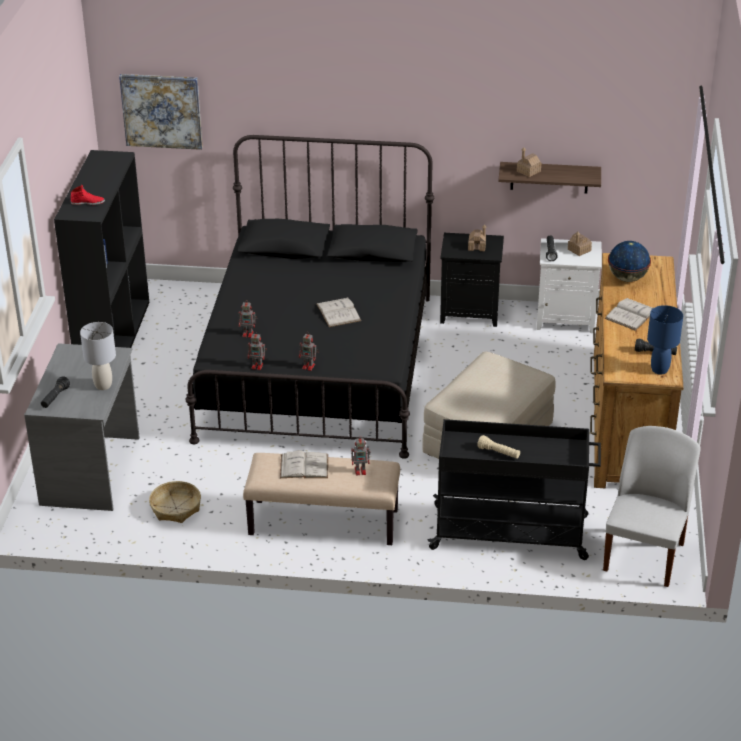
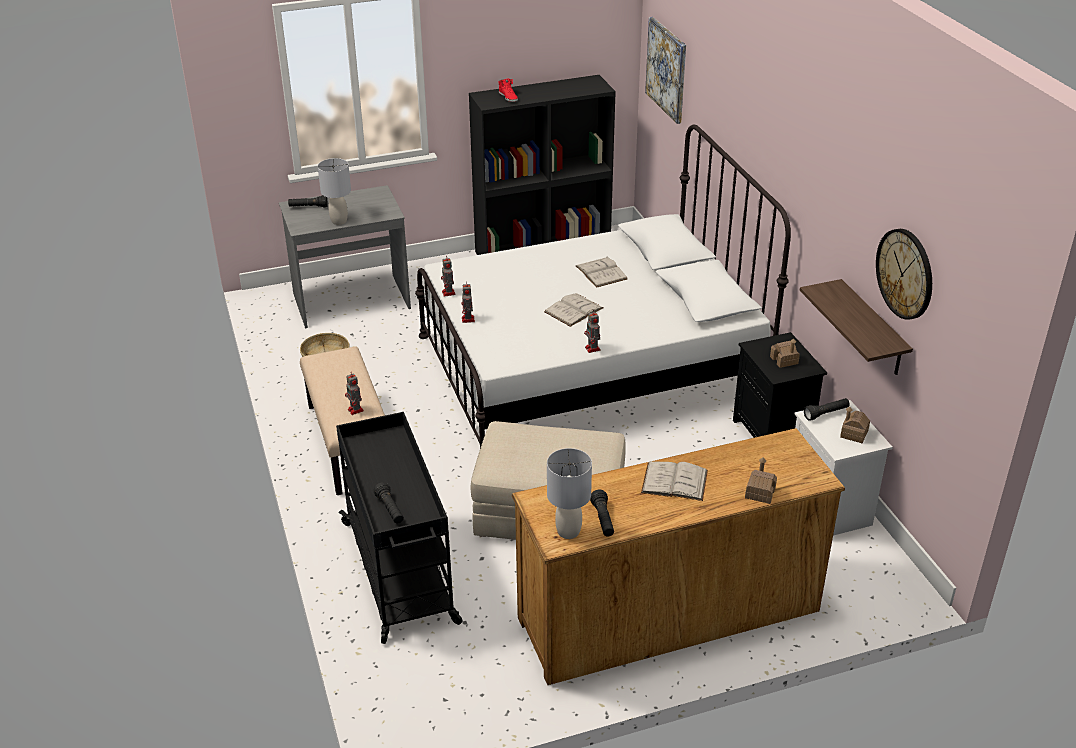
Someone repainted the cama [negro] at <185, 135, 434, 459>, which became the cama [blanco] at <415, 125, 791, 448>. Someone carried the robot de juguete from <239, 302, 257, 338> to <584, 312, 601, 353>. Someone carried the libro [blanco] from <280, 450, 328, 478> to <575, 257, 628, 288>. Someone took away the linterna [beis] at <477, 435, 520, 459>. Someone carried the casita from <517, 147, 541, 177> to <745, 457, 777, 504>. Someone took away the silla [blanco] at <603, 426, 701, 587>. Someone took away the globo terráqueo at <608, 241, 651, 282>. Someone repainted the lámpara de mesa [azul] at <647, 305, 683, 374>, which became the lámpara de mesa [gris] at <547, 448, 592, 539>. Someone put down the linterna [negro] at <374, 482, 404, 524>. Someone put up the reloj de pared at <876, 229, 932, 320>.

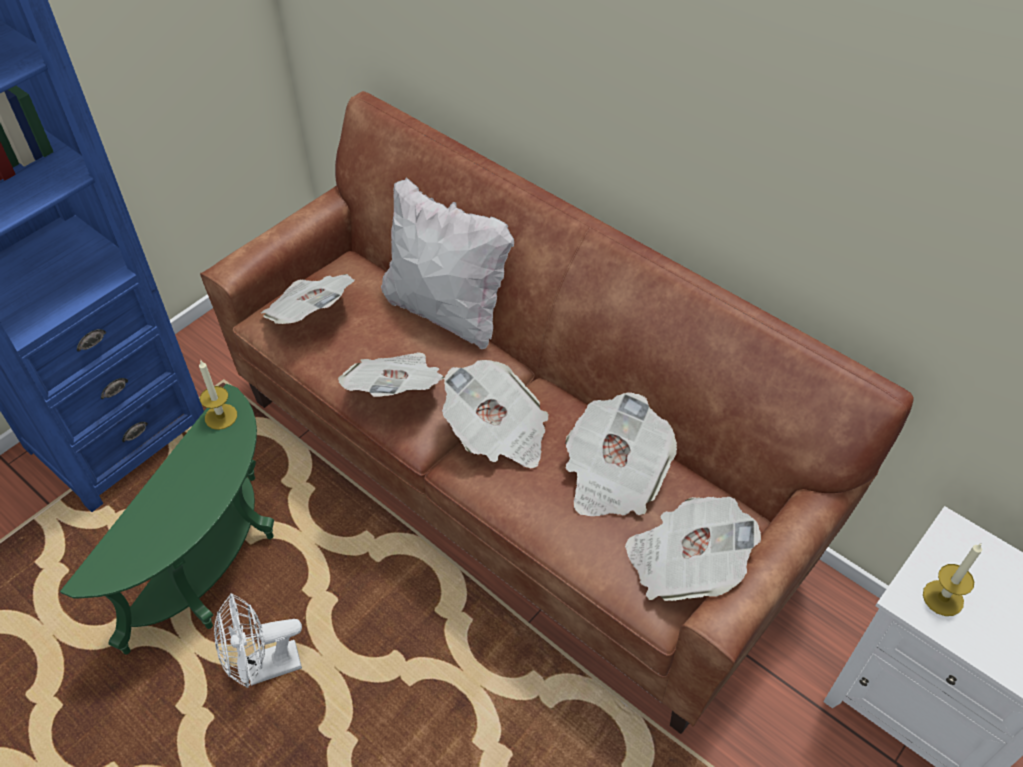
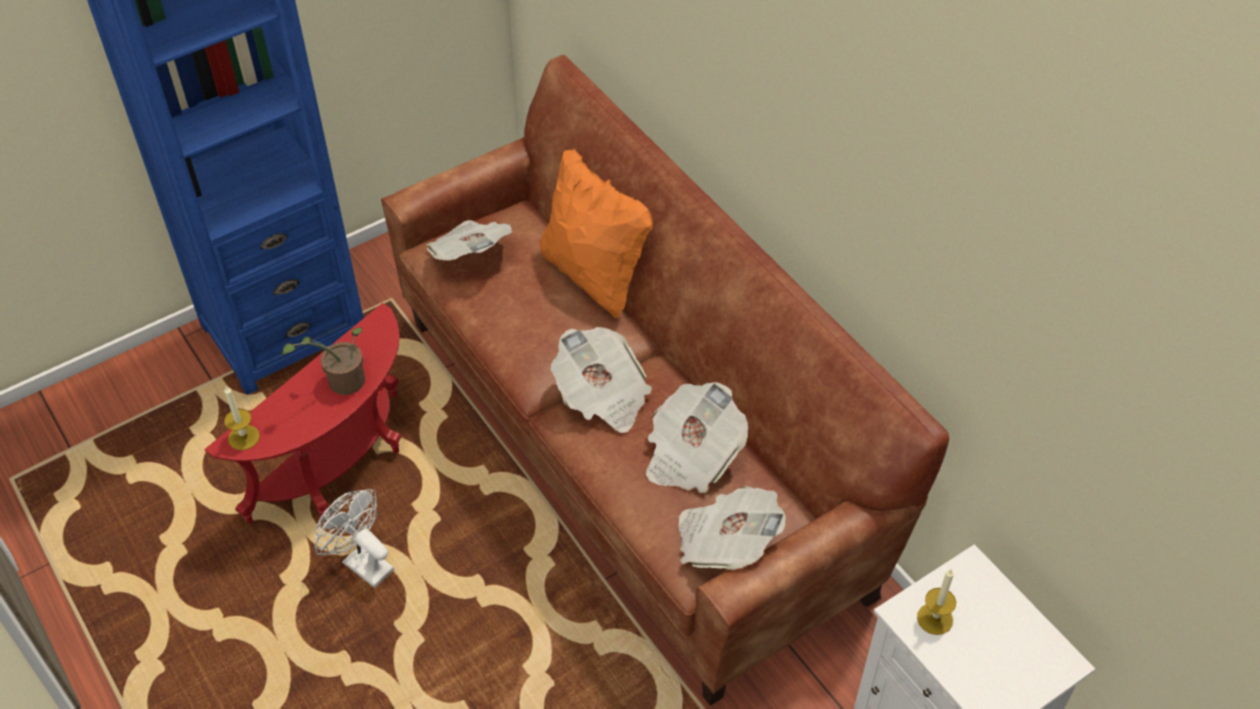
Someone repainted the mesa auxiliar [verde] at <60, 384, 274, 654>, which became the mesa auxiliar [rojo] at <204, 303, 401, 524>. Someone carried the vela from <199, 361, 237, 430> to <224, 386, 260, 450>. Someone rotated the ventilador [blanco] at <214, 593, 302, 688> by 45 degrees clockwise. Someone took away the periódico at <338, 352, 444, 397>. Someone repainted the cojín [blanco] at <381, 178, 514, 349>, which became the cojín [naranja] at <539, 148, 653, 318>. Someone put down the planta en maceta at <282, 327, 365, 395>.

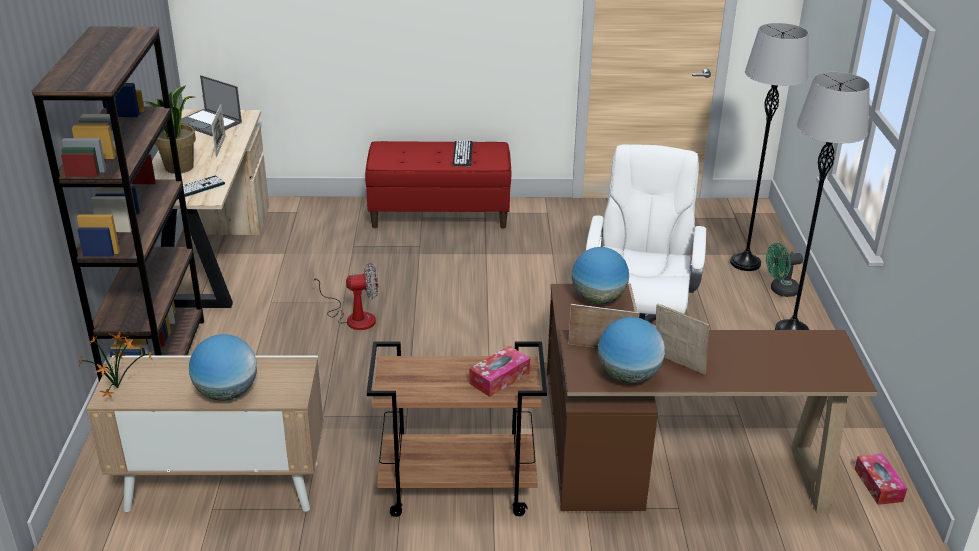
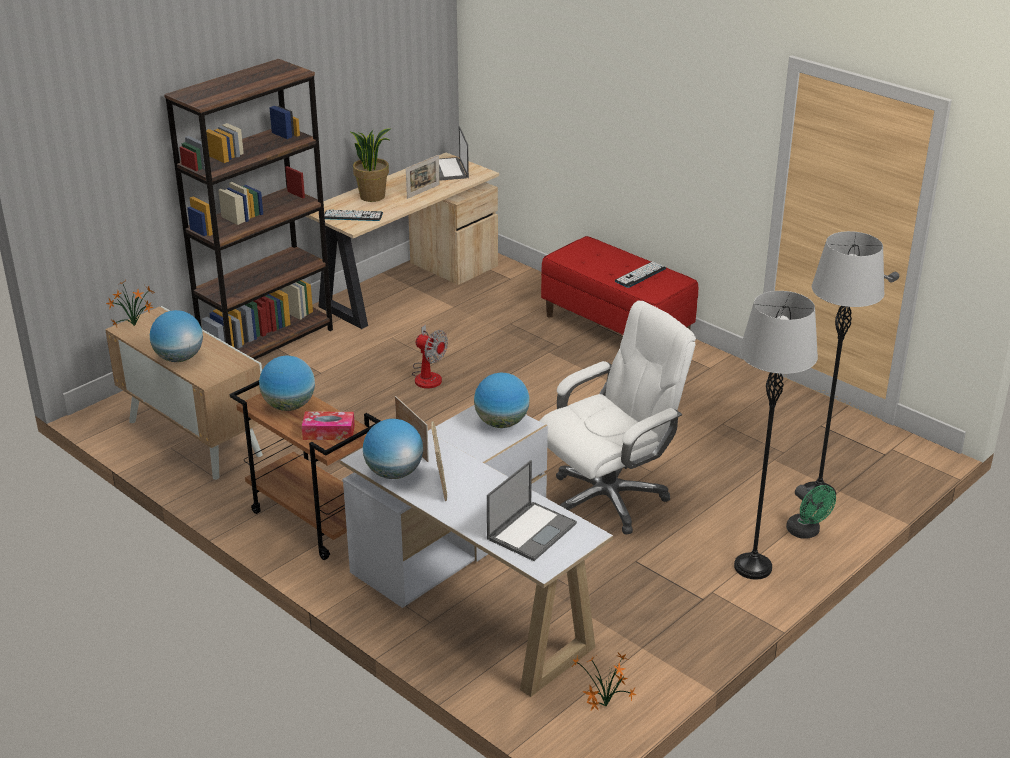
Someone repainted the escritorio [marrón] at <547, 283, 877, 513>, which became the escritorio [blanco] at <340, 405, 613, 697>. Someone rotated the ventilador [verde] at <766, 243, 803, 297> by 150 degrees counterclockwise. Someone swapped the caja de pañuelos at <855, 453, 907, 505> for the planta en maceta at <572, 653, 636, 711>. Someone put down the globo terráqueo at <259, 356, 315, 411>. Someone put down the portátil at <487, 460, 577, 561>.

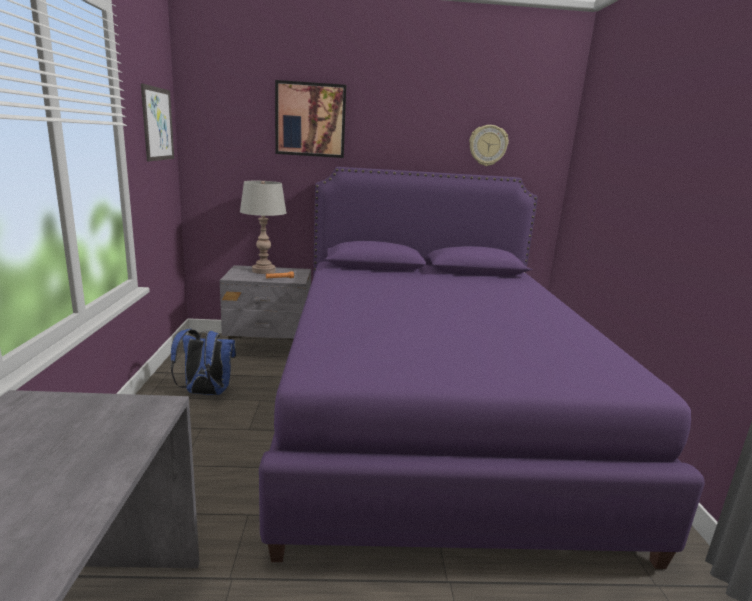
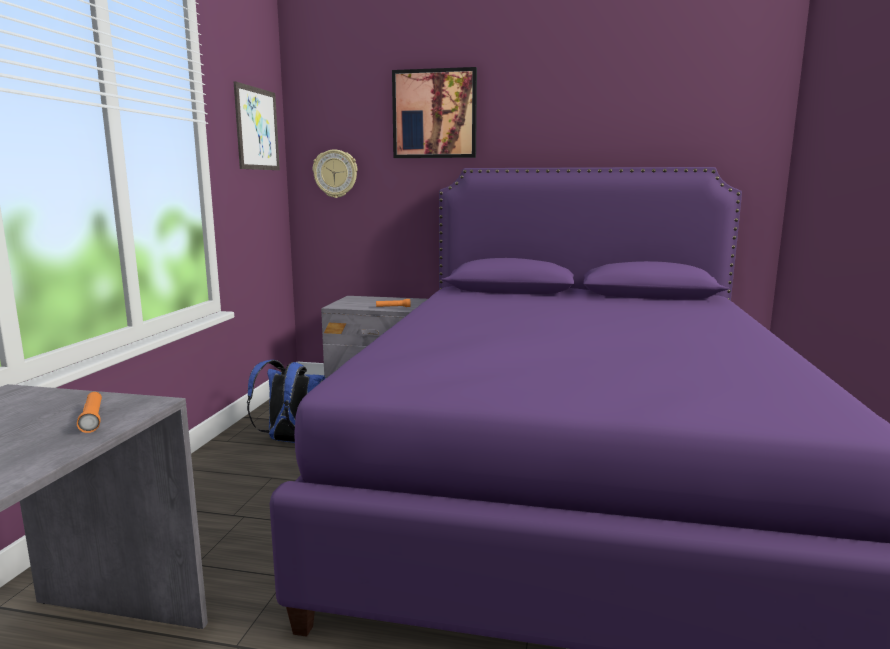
Someone took away the lámpara de mesa [gris] at <240, 181, 287, 274>. Someone carried the reloj de pared from <469, 125, 509, 166> to <313, 149, 357, 198>. Someone put down the linterna [naranja] at <77, 392, 102, 433>.

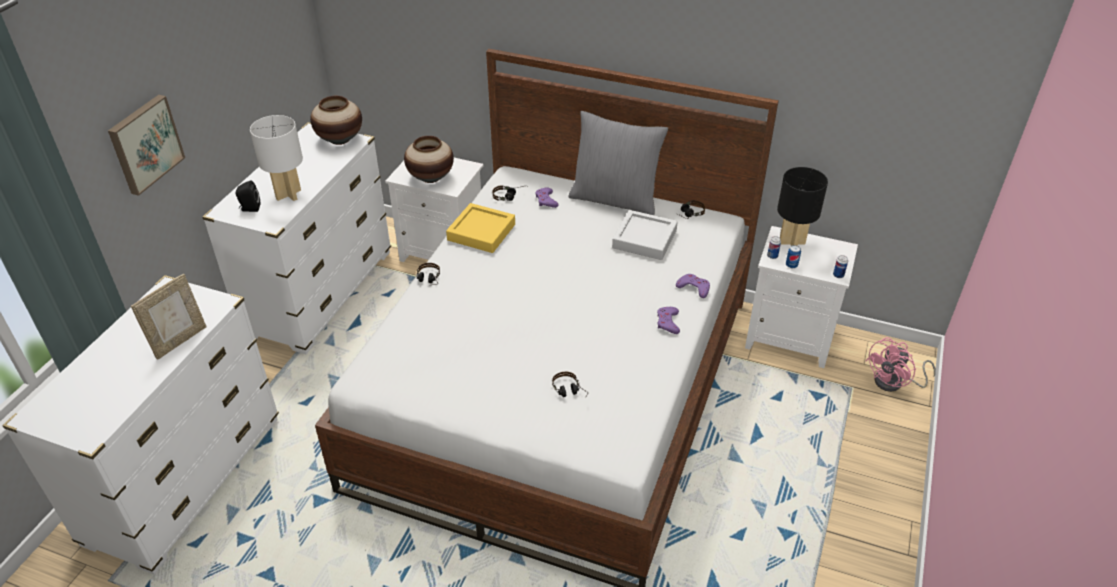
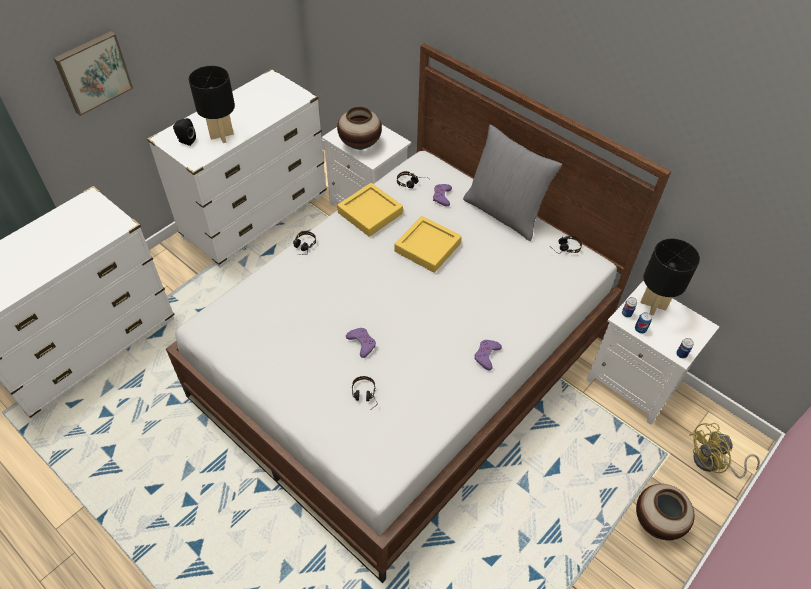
Someone took away the portarretratos at <131, 274, 207, 360>. Someone repainted the lámpara de mesa [blanco] at <250, 115, 303, 201>, which became the lámpara de mesa [negro] at <189, 66, 235, 143>. Someone carried the florero from <310, 96, 362, 145> to <636, 484, 694, 540>. Someone took away the bandeja [gris] at <612, 210, 678, 260>. Someone carried the mando de consola [morado] from <676, 274, 710, 298> to <346, 328, 376, 358>. Someone repainted the ventilador [rosa] at <865, 337, 936, 392>, which became the ventilador [amarillo] at <689, 423, 760, 478>. Someone put down the bandeja [amarillo] at <394, 216, 462, 273>.

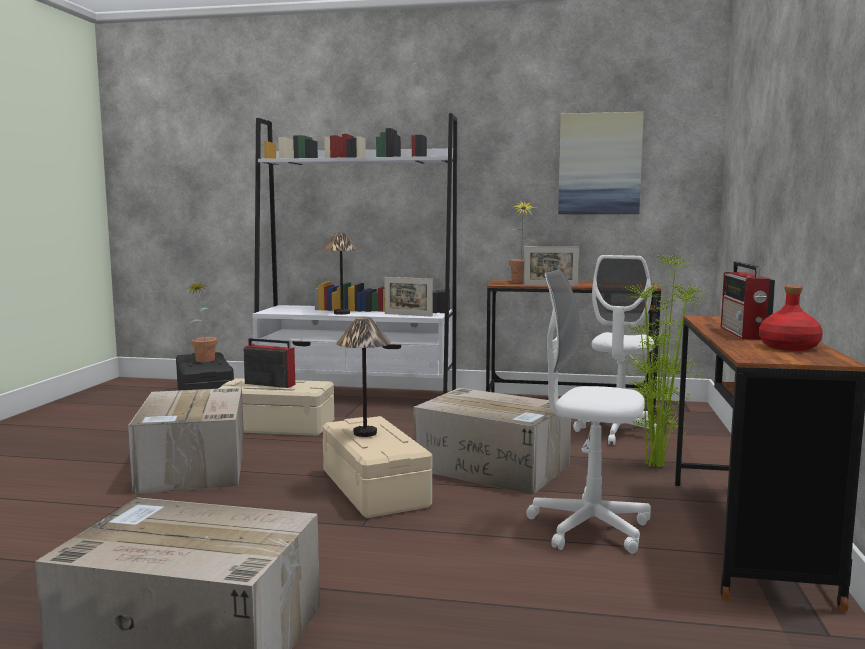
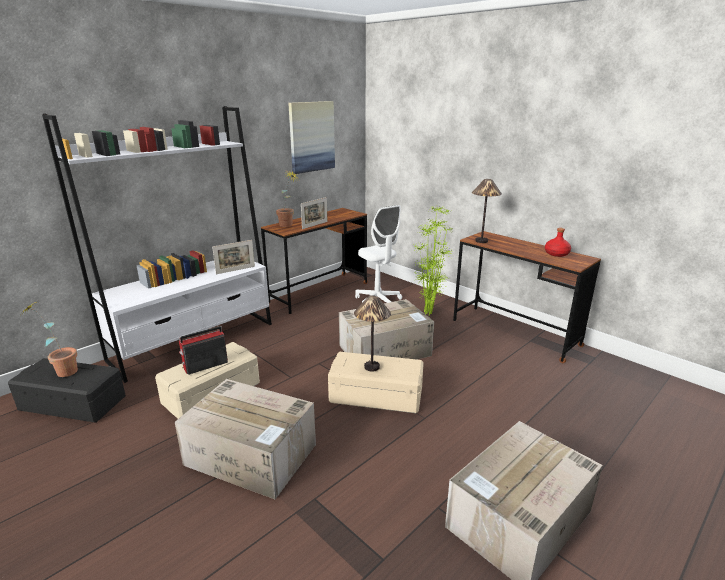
Someone carried the lámpara de mesa from <323, 233, 359, 315> to <472, 179, 502, 243>. Someone took away the silla de oficina [blanco] at <526, 270, 651, 554>. Someone took away the radio at <721, 262, 775, 340>.

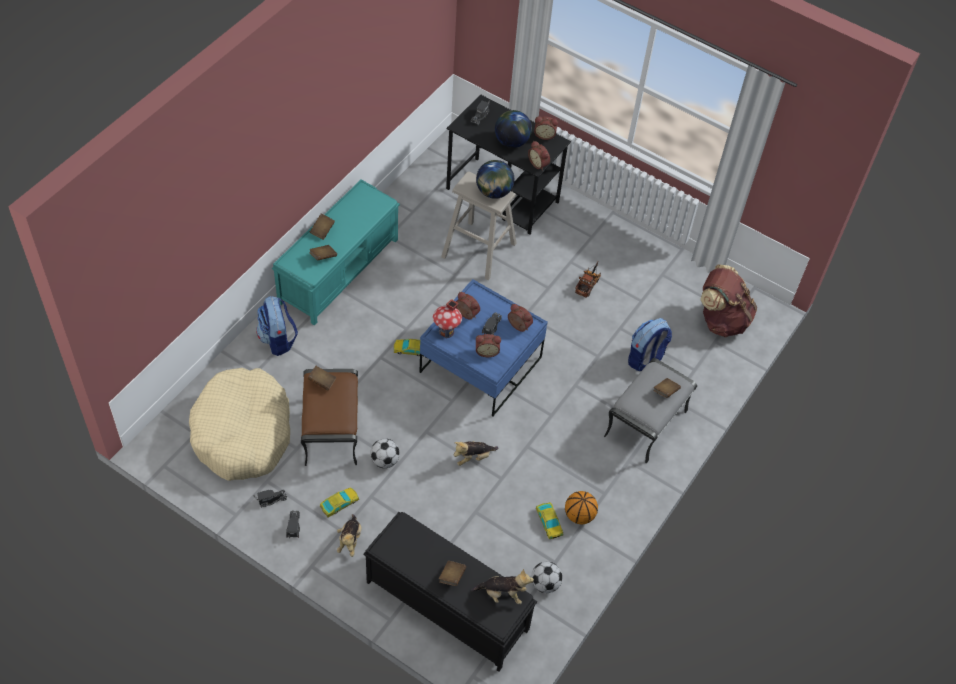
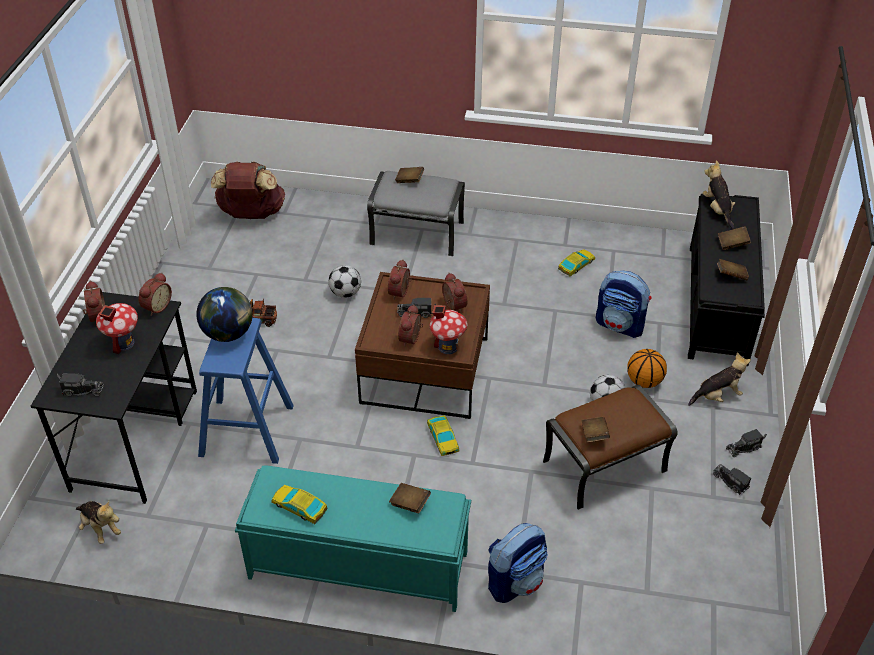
Someone took away the cama para perro [beis] at <189, 368, 290, 481>. Someone carried the libro [marrón] from <310, 214, 335, 240> to <717, 259, 749, 280>. Someone carried the coche de juguete from <320, 487, 359, 517> to <271, 485, 328, 524>. Someone repainted the mesa de centro [azul] at <419, 279, 548, 417>, which became the mesa de centro [marrón] at <355, 272, 490, 419>. Someone repainted the taburete [beis] at <441, 172, 517, 280>, which became the taburete [azul] at <198, 318, 294, 464>. Someone carried the peluche from <454, 441, 498, 466> to <76, 501, 121, 544>. Someone swapped the globo terráqueo at <495, 110, 532, 148> for the casita at <96, 303, 138, 354>. Someone carried the balón de fútbol from <531, 561, 562, 593> to <329, 265, 361, 298>. Someone carried the balón de baloncesto from <565, 491, 598, 524> to <627, 349, 667, 388>. Someone carried the mochila from <628, 318, 672, 371> to <596, 270, 652, 338>.

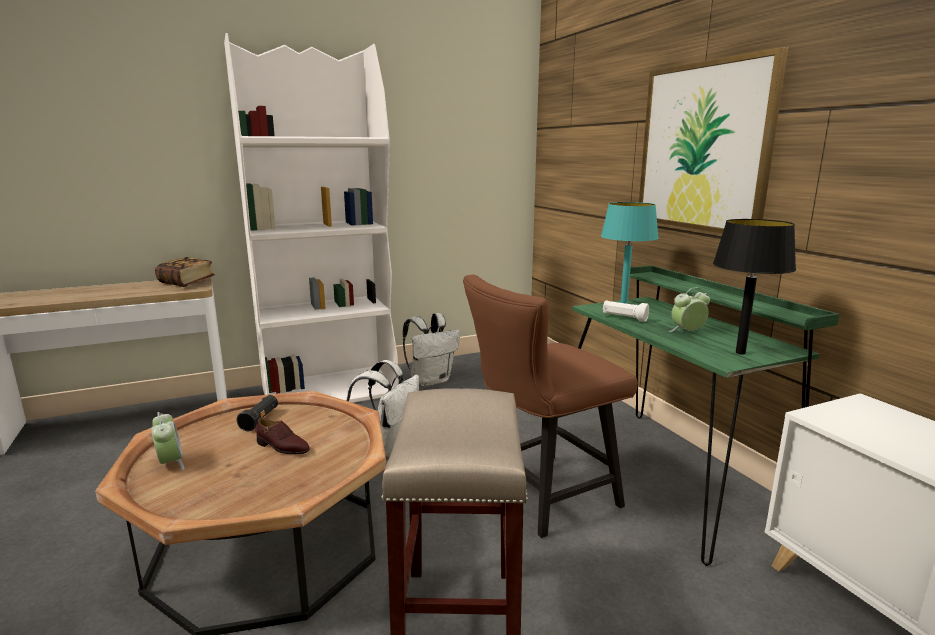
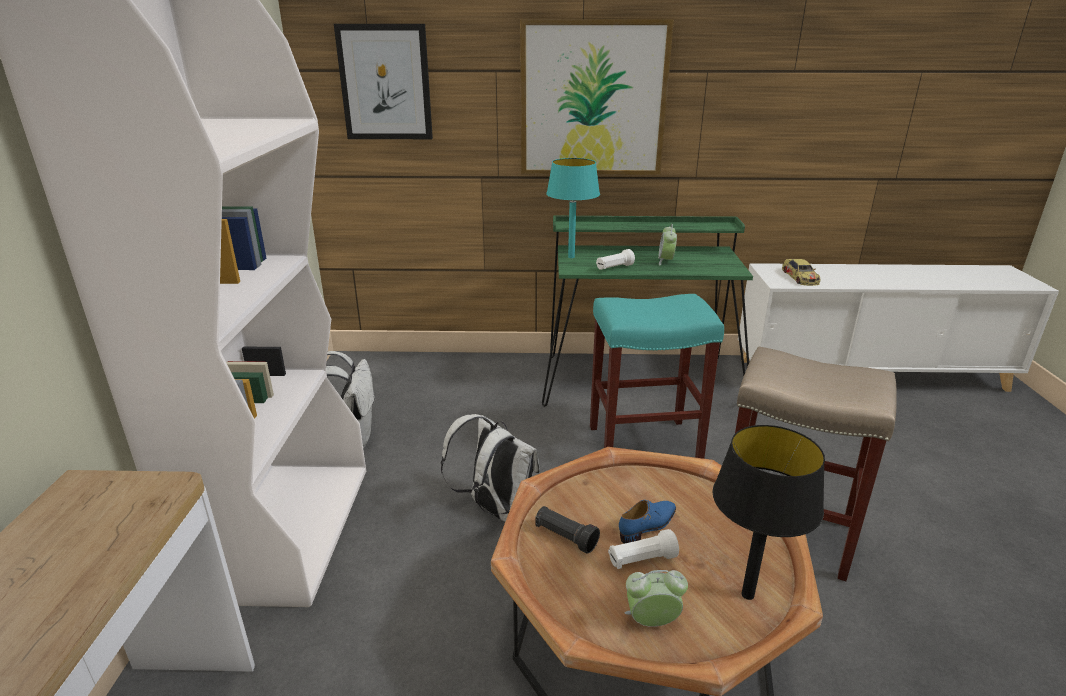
Someone took away the libro at <155, 257, 215, 287>. Someone repainted the zapato [marrón] at <255, 418, 310, 454>, which became the zapato [azul] at <619, 500, 676, 544>. Someone swapped the silla [marrón] at <463, 275, 638, 538> for the taburete [turquesa] at <590, 294, 724, 459>. Someone carried the lámpara de mesa [negro] from <713, 219, 796, 355> to <712, 425, 825, 600>. Someone put up the cuadro at <334, 24, 433, 139>. Someone put down the linterna [blanco] at <608, 529, 679, 569>. Someone put down the coche de juguete at <782, 259, 820, 286>.

